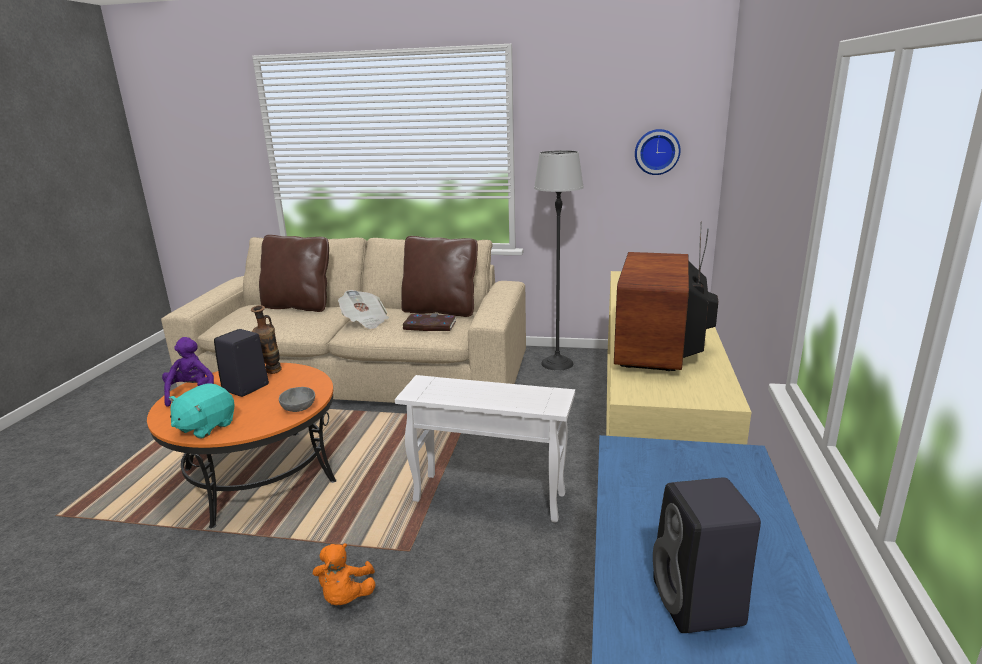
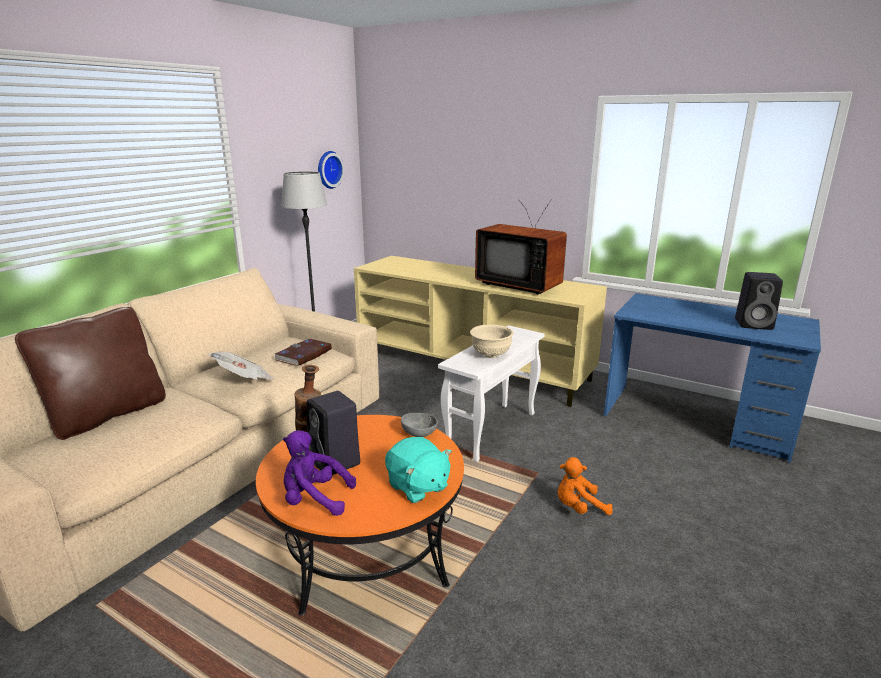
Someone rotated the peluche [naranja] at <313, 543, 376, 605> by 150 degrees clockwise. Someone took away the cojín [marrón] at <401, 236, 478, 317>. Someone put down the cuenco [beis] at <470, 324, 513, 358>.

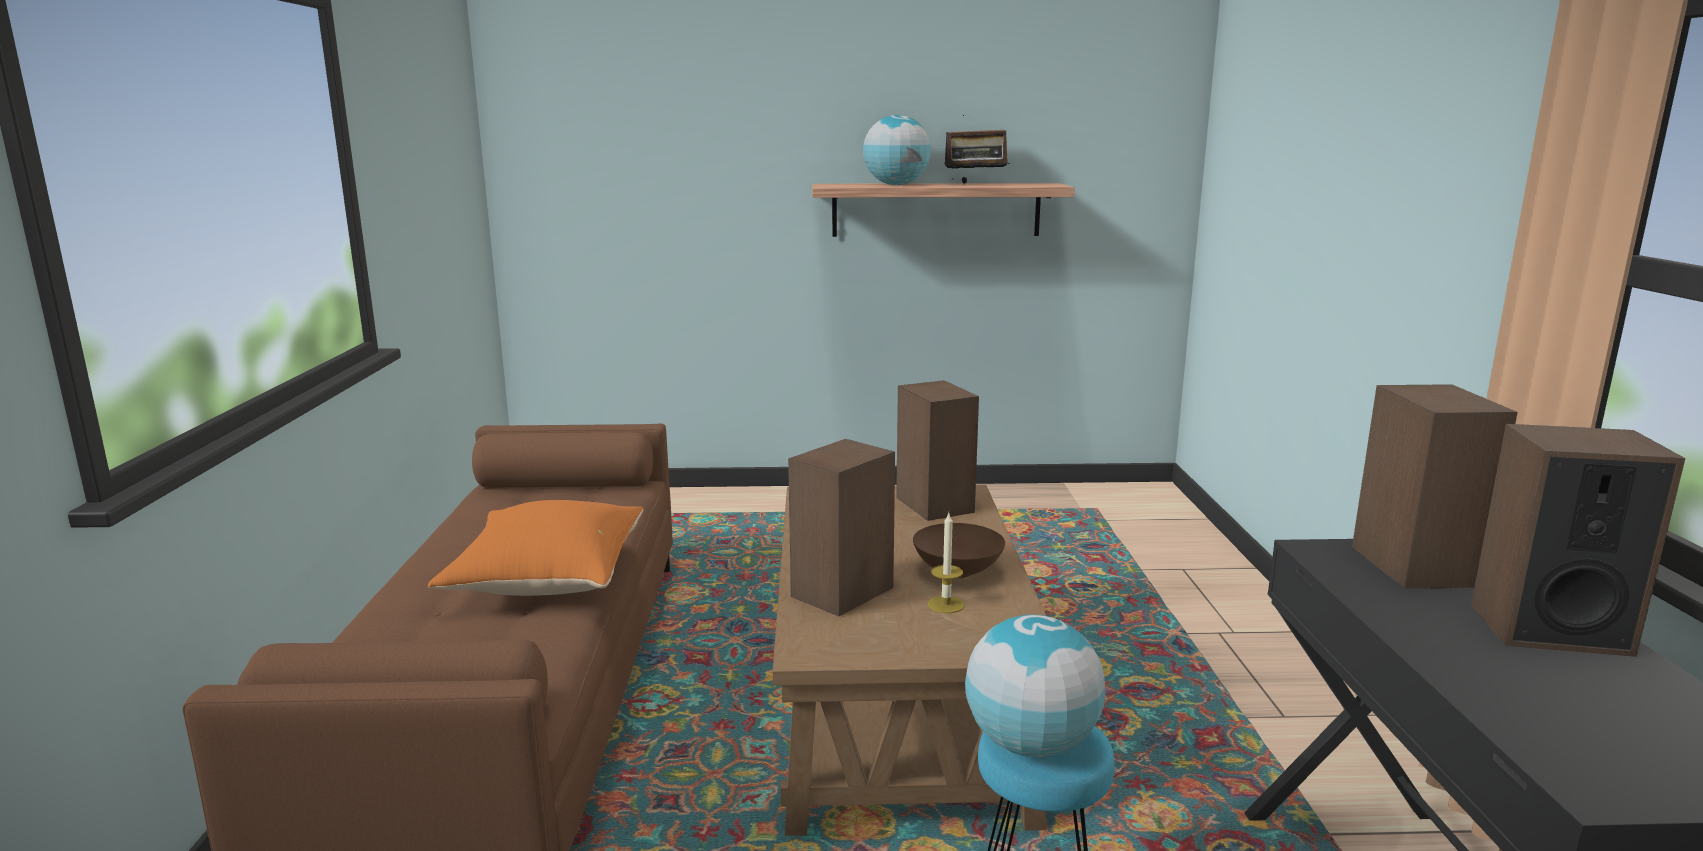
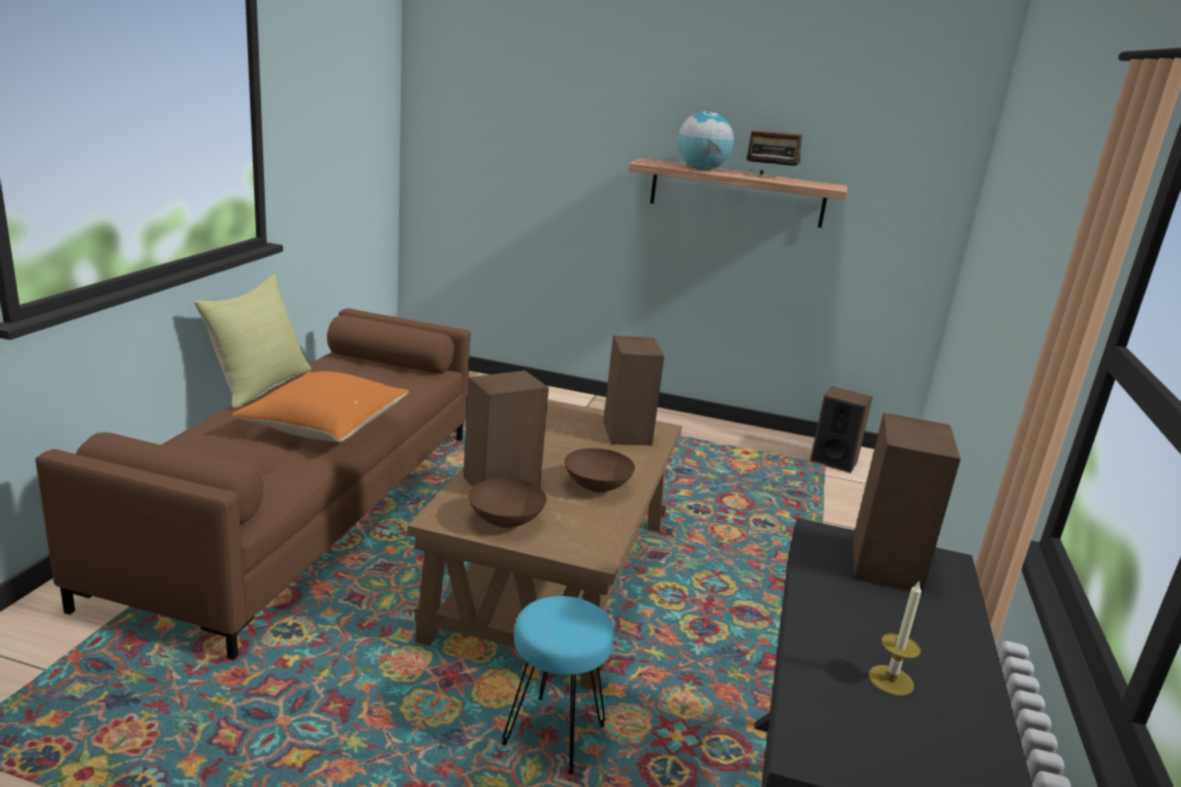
Someone carried the vela from <928, 513, 965, 613> to <869, 582, 922, 696>. Someone took away the globo terráqueo at <965, 614, 1105, 758>. Someone carried the altavoz from <1471, 424, 1685, 657> to <810, 386, 873, 473>. Someone put down the cojín [amarillo] at <194, 274, 311, 409>. Someone put down the cuenco [marrón] at <468, 478, 547, 528>.

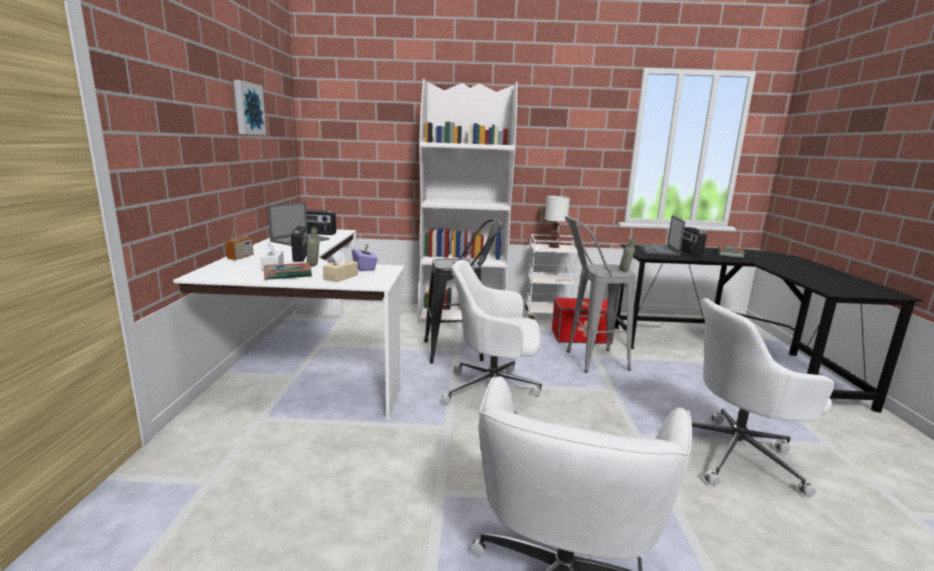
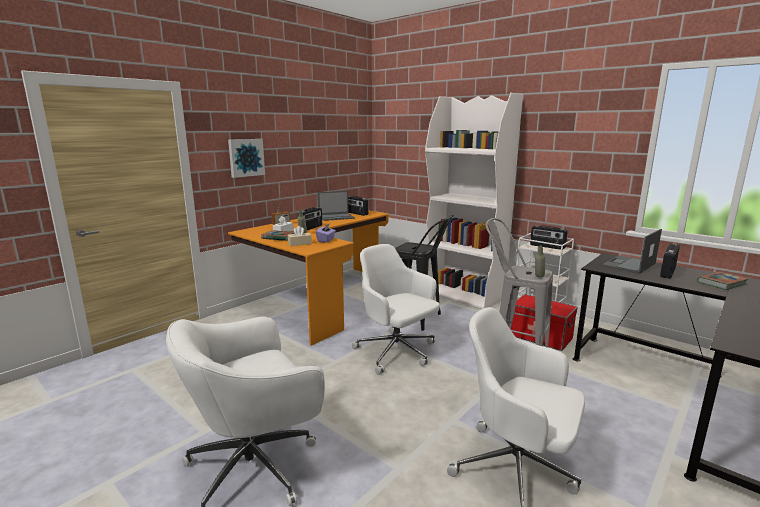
Someone repainted the escritorio [blanco] at <173, 229, 405, 419>, which became the escritorio [naranja] at <228, 210, 389, 346>. Someone carried the cuadro from <234, 80, 266, 135> to <228, 139, 265, 178>. Someone swapped the lámpara de mesa [blanco] at <545, 196, 570, 248> for the radio at <530, 225, 568, 250>.

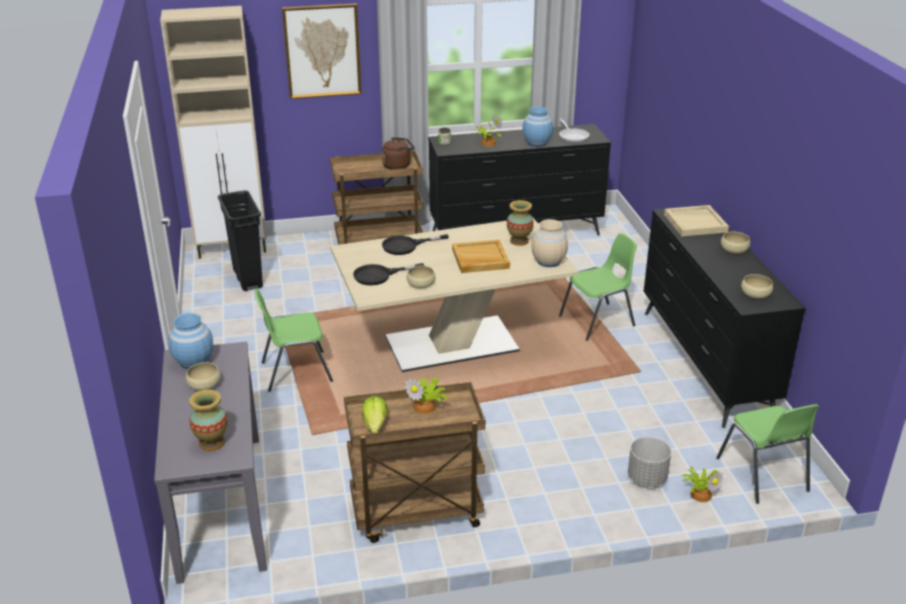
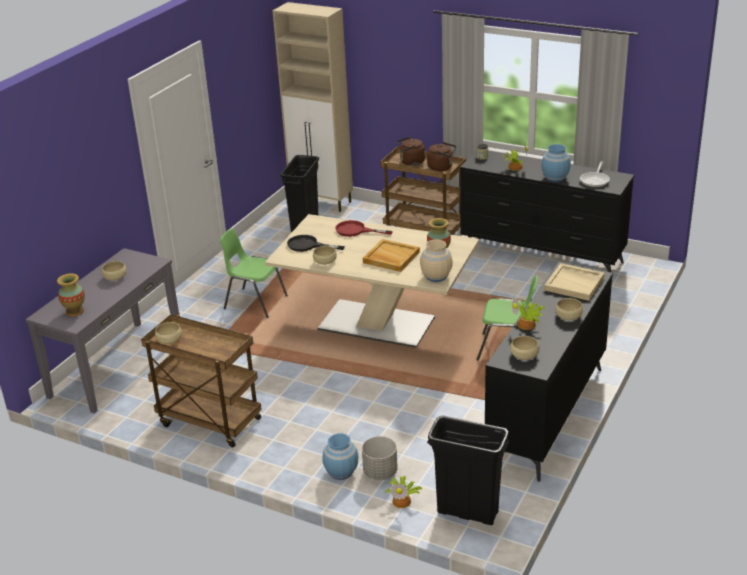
Someone carried the florero [azul] from <169, 313, 213, 369> to <322, 433, 359, 480>. Someone took away the cuadro at <282, 3, 362, 99>. Someone swapped the lechuga at <362, 396, 388, 433> for the cuenco [beis] at <155, 322, 182, 344>. Someone repainted the sartén [negro] at <382, 234, 449, 255>, which became the sartén [rojo] at <335, 220, 393, 237>. Someone carried the planta en maceta from <405, 377, 448, 414> to <512, 297, 544, 330>. Someone swapped the silla [verde] at <716, 404, 819, 504> for the papelera [negro] at <427, 415, 509, 525>. Someone put down the hervidor [marrón] at <397, 137, 425, 166>.

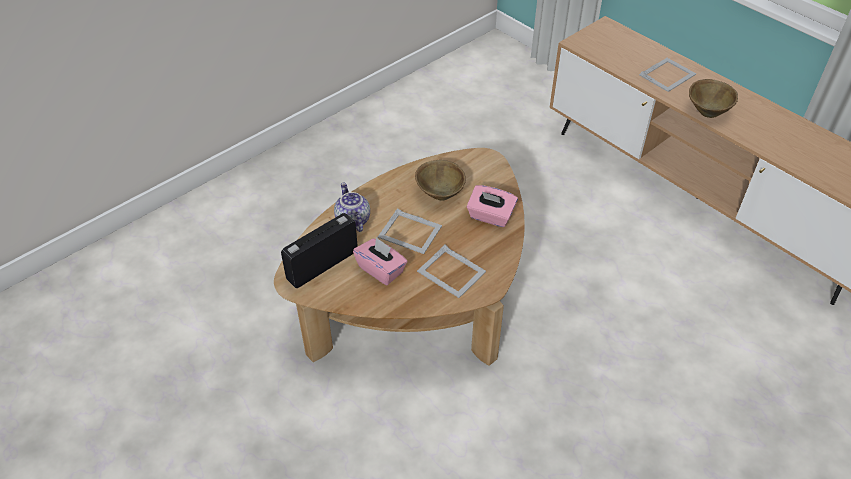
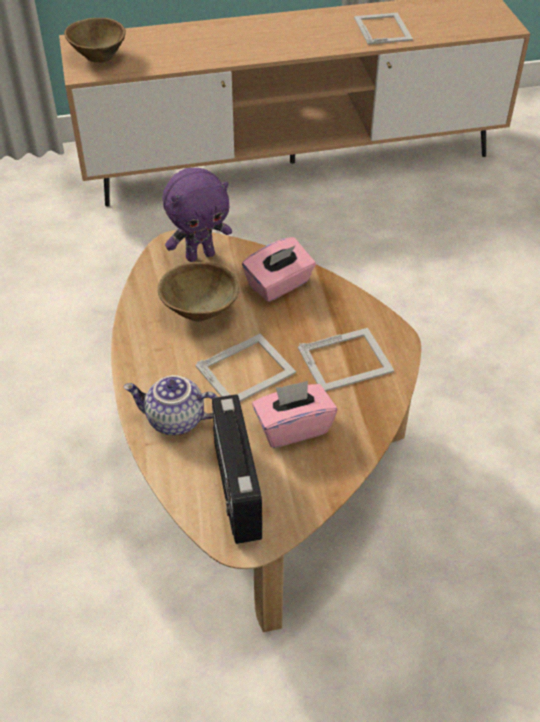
Someone carried the portarretratos from <639, 58, 696, 92> to <354, 12, 413, 45>. Someone carried the cuenco [marrón] from <689, 79, 738, 118> to <64, 18, 126, 63>. Someone put down the peluche [morado] at <163, 168, 232, 262>.

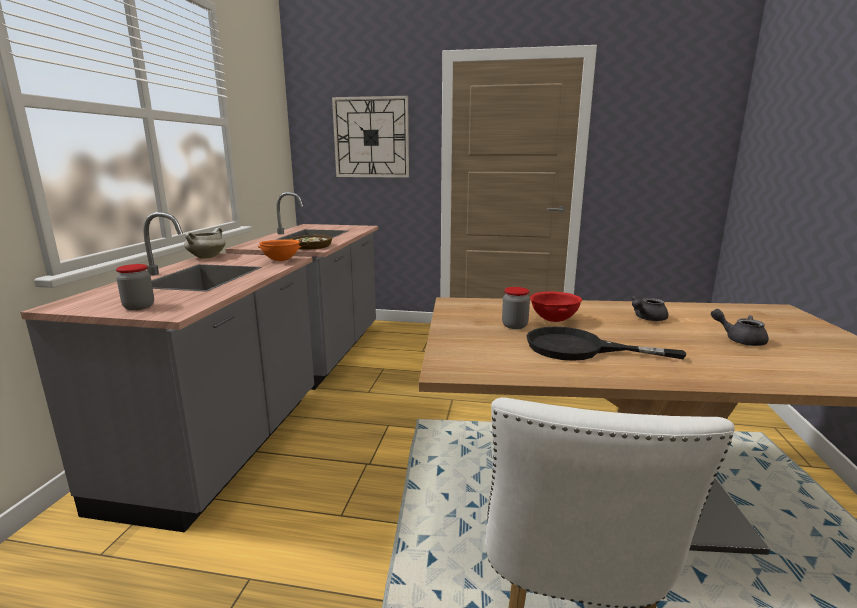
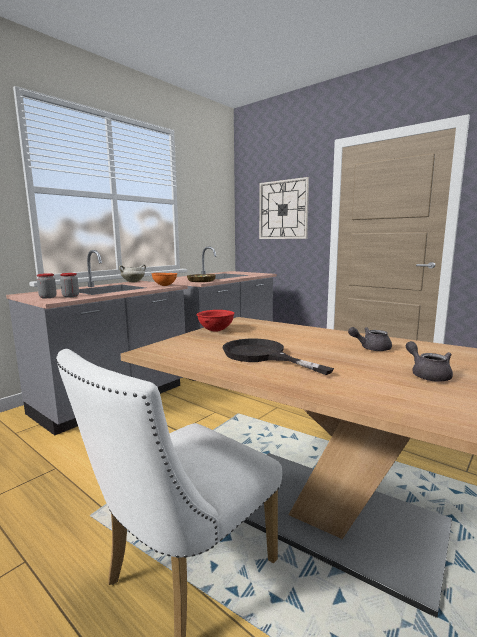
Someone carried the tarro from <502, 287, 530, 329> to <60, 273, 79, 298>. Someone carried the cuenco [rojo] from <530, 291, 582, 322> to <196, 310, 235, 332>.

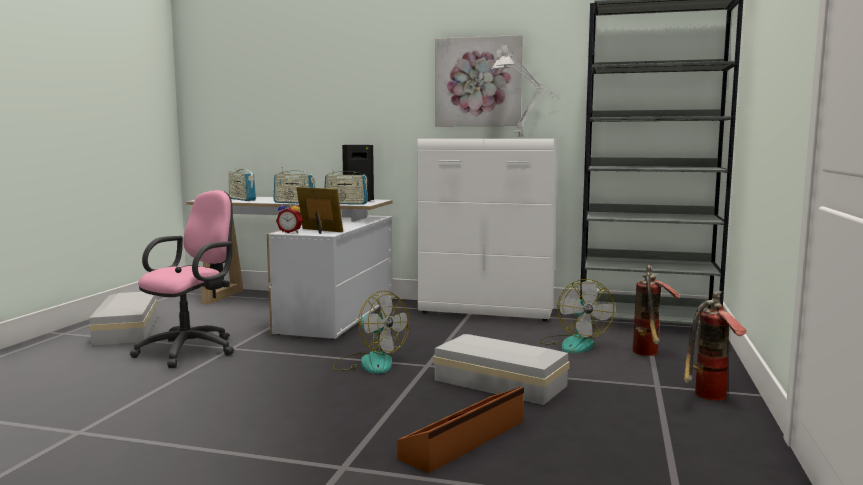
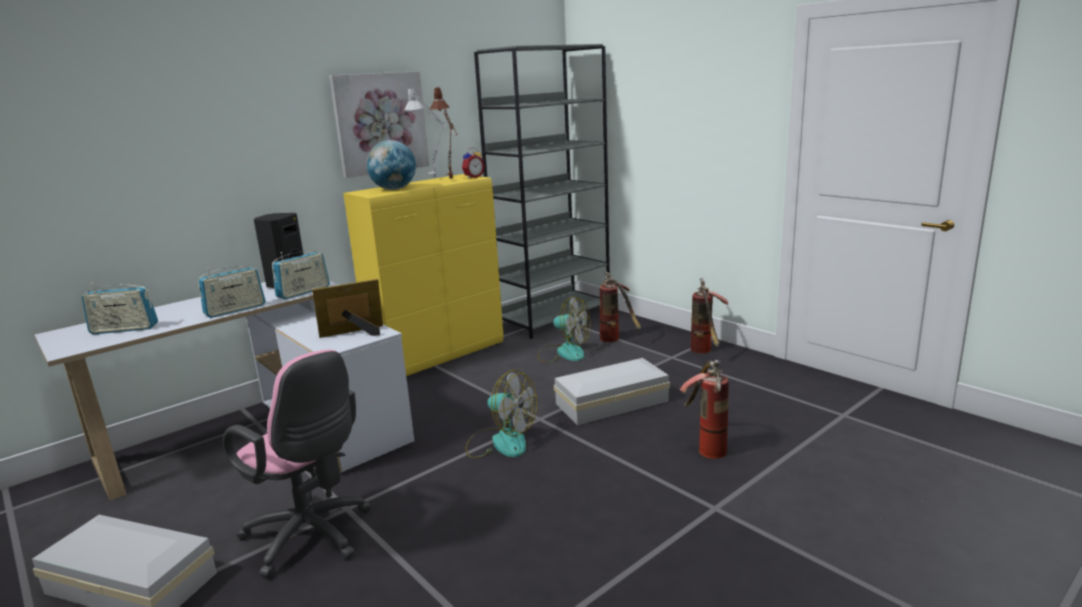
Someone rotated the silla de oficina [rosa] at <130, 190, 234, 368> by 150 degrees clockwise. Someone carried the despertador from <276, 200, 303, 233> to <462, 147, 485, 179>. Someone rotated the ventilador at <333, 290, 410, 374> by 45 degrees clockwise. Someone swapped the caja de almacenaje [marrón] at <397, 387, 524, 473> for the extintor at <680, 360, 729, 459>. Someone repainted the armario [blanco] at <417, 139, 558, 321>, which became the armario [amarillo] at <343, 174, 503, 376>. Someone repainted the lámpara de mesa [gris] at <496, 45, 552, 137>, which became the lámpara de mesa [marrón] at <430, 87, 457, 179>. Someone put down the globo terráqueo at <366, 140, 416, 190>.

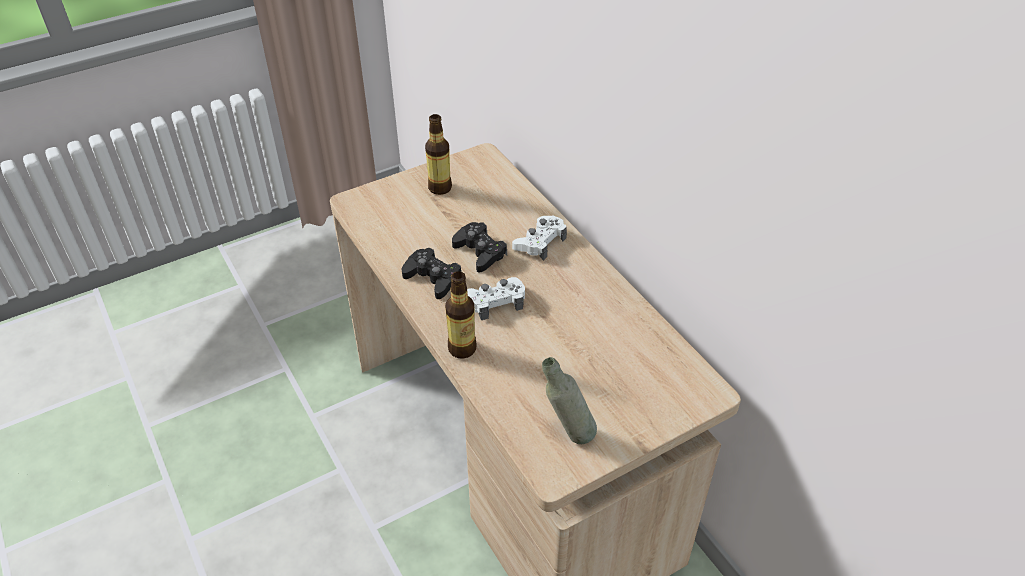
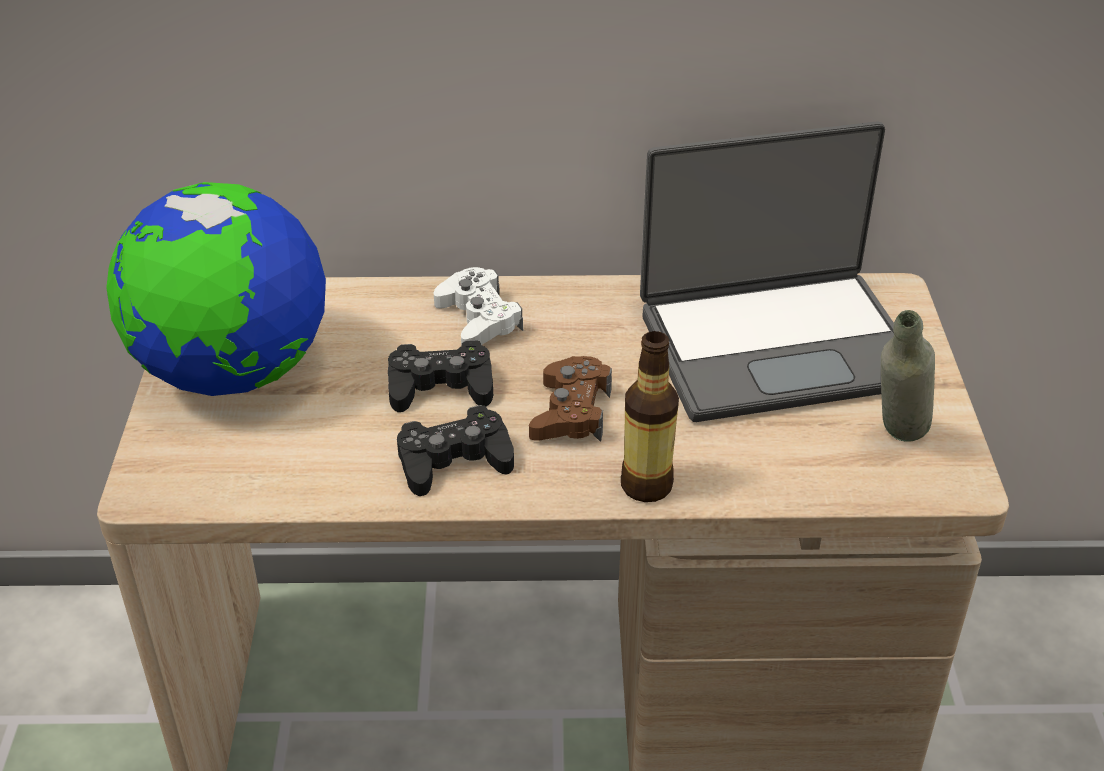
Someone swapped the botella at <425, 114, 452, 195> for the globo terráqueo at <106, 182, 326, 396>. Someone repainted the mando de consola [blanco] at <467, 277, 525, 320>, which became the mando de consola [marrón] at <529, 356, 612, 442>. Someone put down the portátil at <640, 121, 894, 422>.

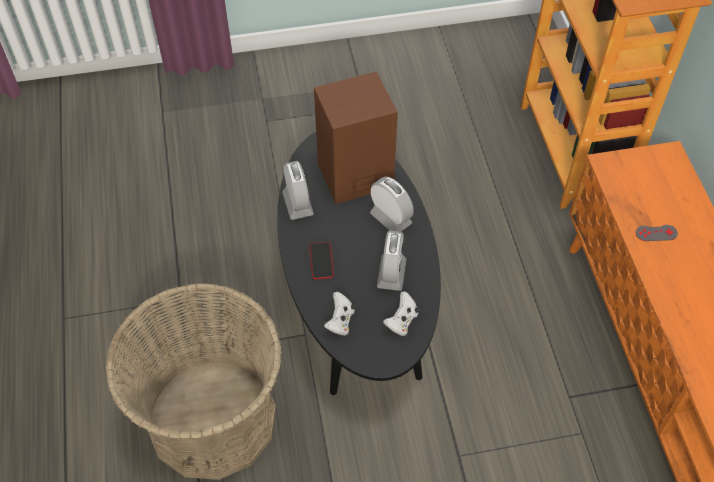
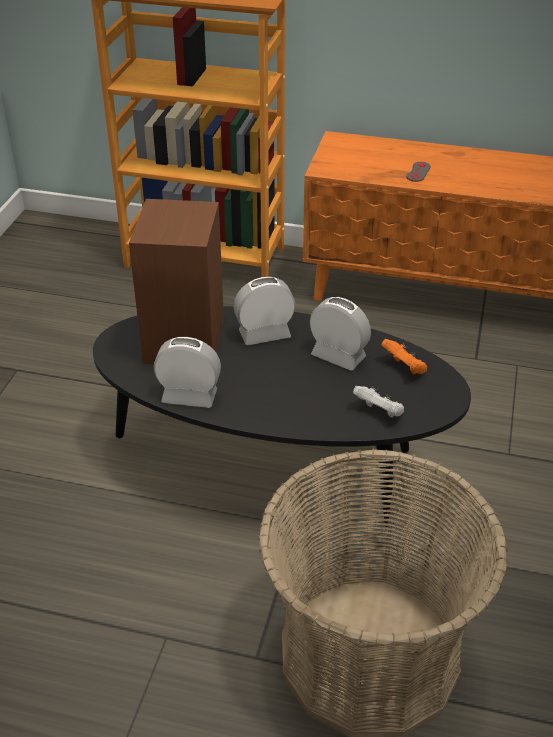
Someone took away the móvil at <309, 242, 334, 279>. Someone repainted the mando de consola [blanco] at <383, 292, 420, 336>, which became the mando de consola [naranja] at <381, 339, 427, 374>.

